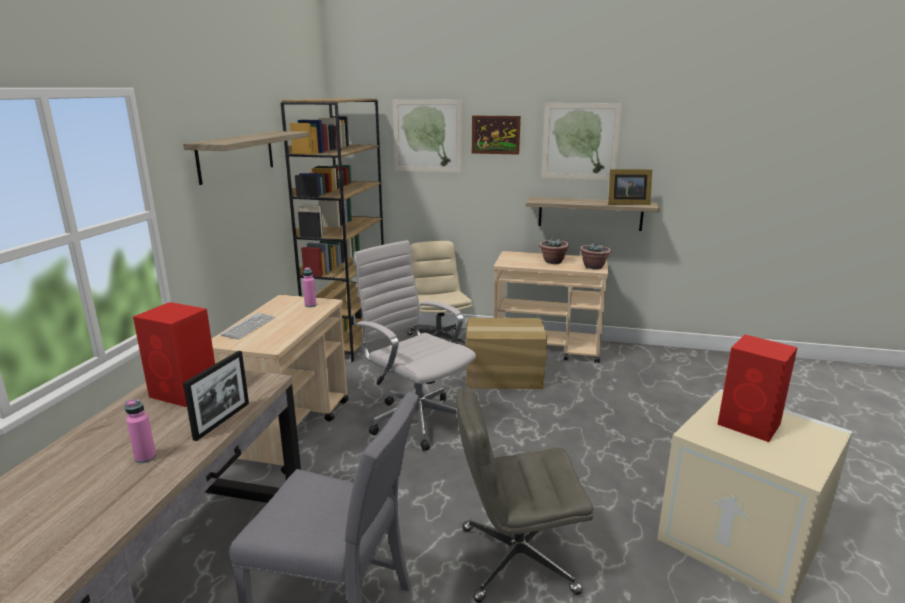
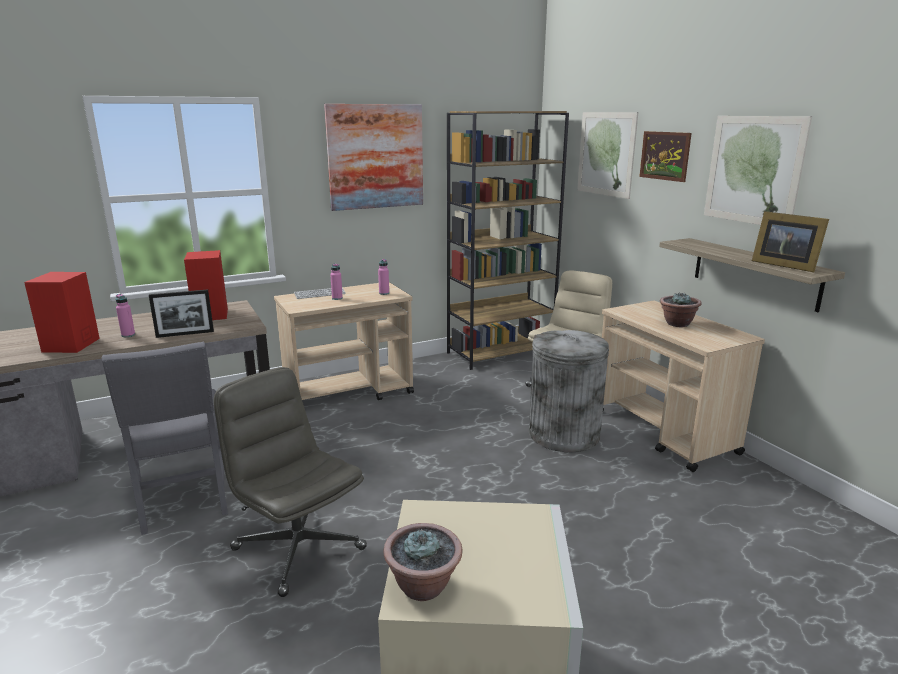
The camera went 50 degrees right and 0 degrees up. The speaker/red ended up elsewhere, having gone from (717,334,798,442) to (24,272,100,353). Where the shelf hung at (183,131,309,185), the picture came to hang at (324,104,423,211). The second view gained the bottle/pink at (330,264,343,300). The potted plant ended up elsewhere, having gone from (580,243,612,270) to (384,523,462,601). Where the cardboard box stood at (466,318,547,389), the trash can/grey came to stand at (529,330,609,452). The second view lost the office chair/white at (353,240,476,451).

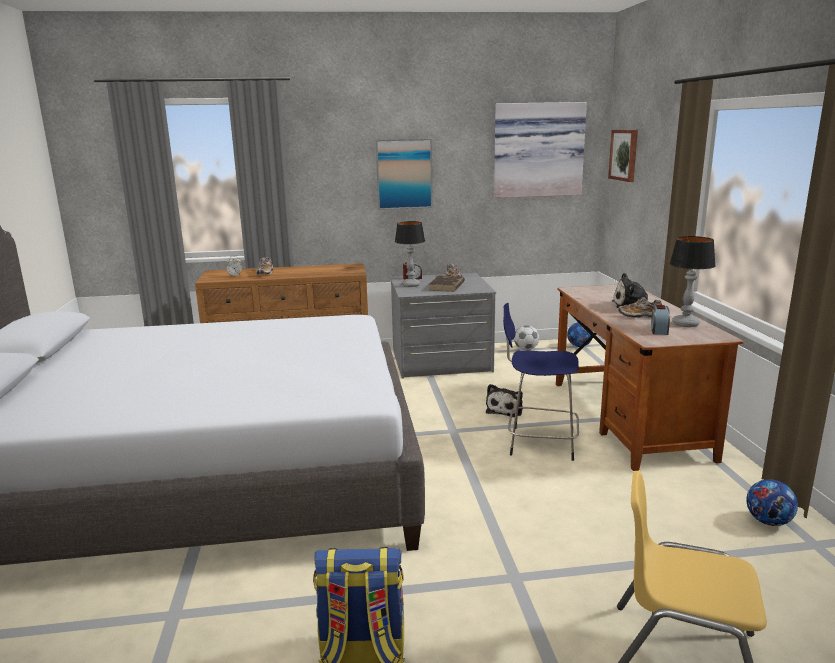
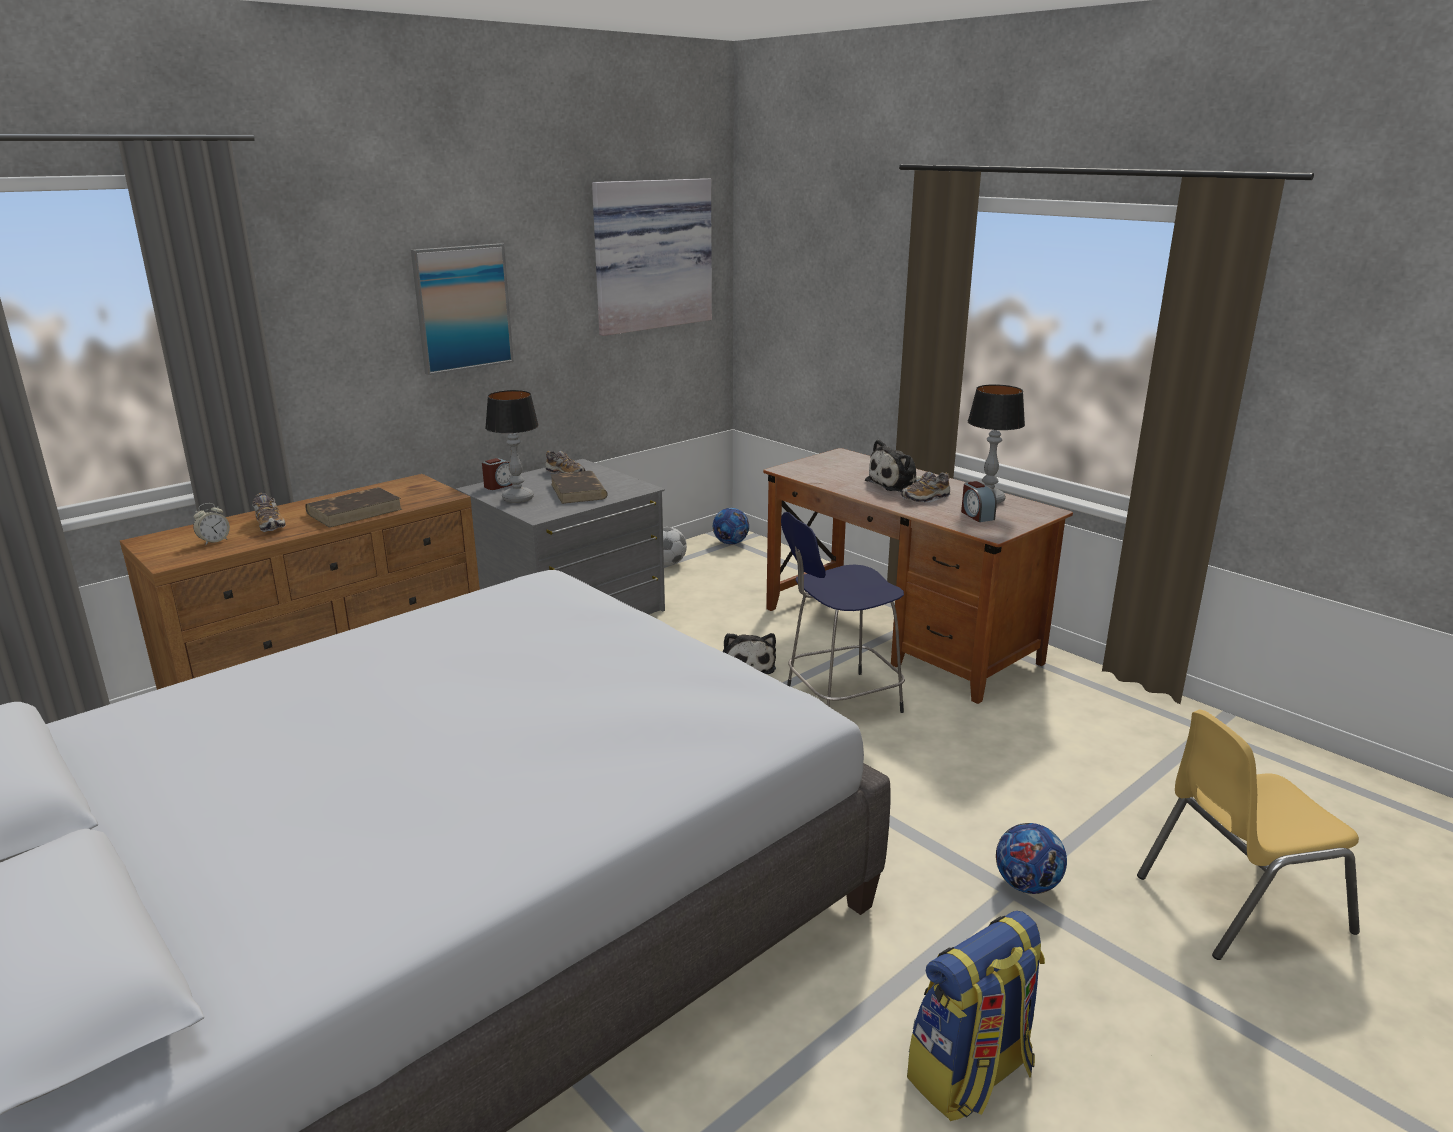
The camera went 35 degrees left and 5 degrees up. The second view gained the book/brown at (305,487,402,528). The football ended up elsewhere, having gone from (746,479,798,526) to (996,823,1067,894). The second view lost the picture at (608,130,638,182).

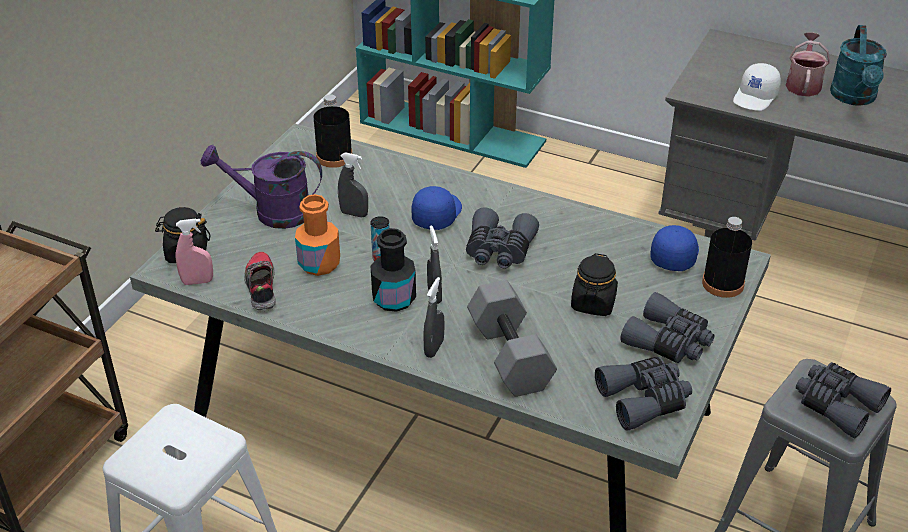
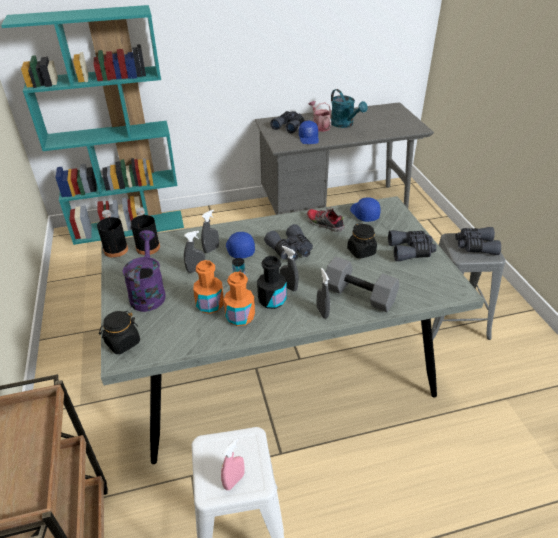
The camera went 40 degrees left and 0 degrees up. The bottle/black ended up elsewhere, having gone from (702,217,752,298) to (97,210,128,258). The watering can/purple at (201,145,322,229) ended up facing another way, 120 degrees clockwise from before. The second view gained the spray bottle/grey at (201,210,219,253). The spray bottle/pink ended up elsewhere, having gone from (176,218,213,285) to (221,438,245,490). The second view gained the bottle/orange at (224,272,255,326). The binoculars/grey ended up elsewhere, having gone from (595,357,692,431) to (270,111,304,134). What was the cap/white at (733,63,781,111) turned into the cap/blue at (299,121,319,144). The shoe ended up elsewhere, having gone from (244,252,276,310) to (307,208,345,232).

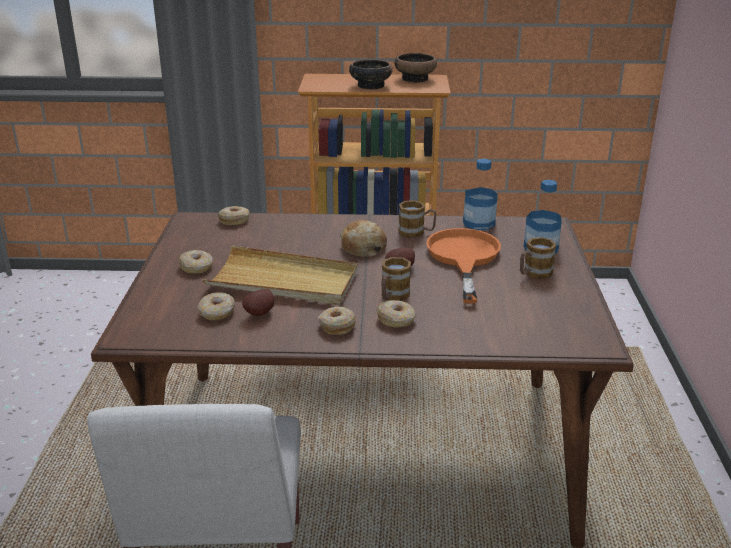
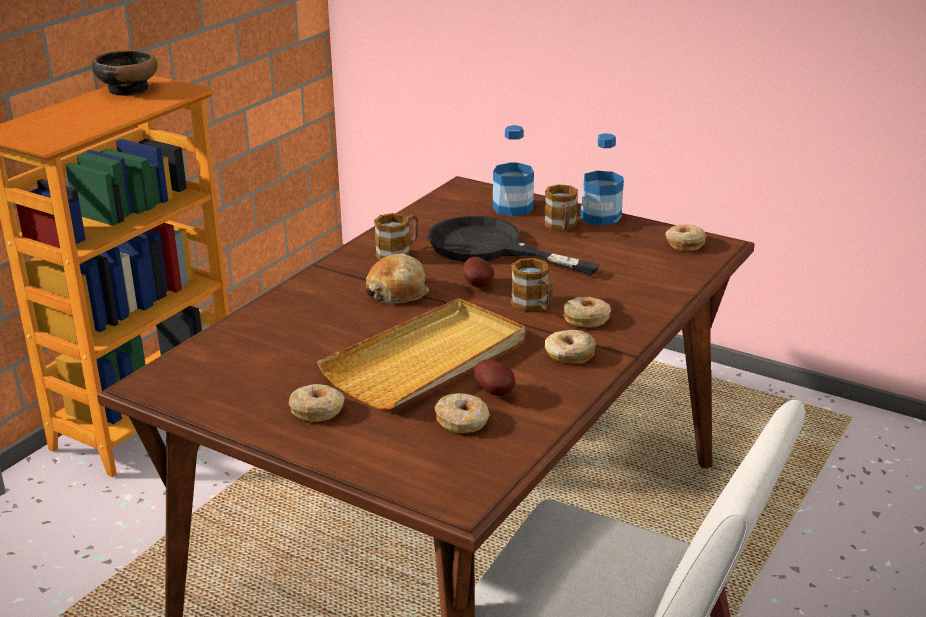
The camera went 60 degrees left and 0 degrees up. What was the frying pan/orange at (426,228,501,303) turned into the frying pan/black at (427,216,600,275). The bottle ended up elsewhere, having gone from (463,159,498,230) to (580,133,624,226). The donut ended up elsewhere, having gone from (218,206,250,225) to (665,224,707,251). The second view lost the bowl at (349,60,393,90).

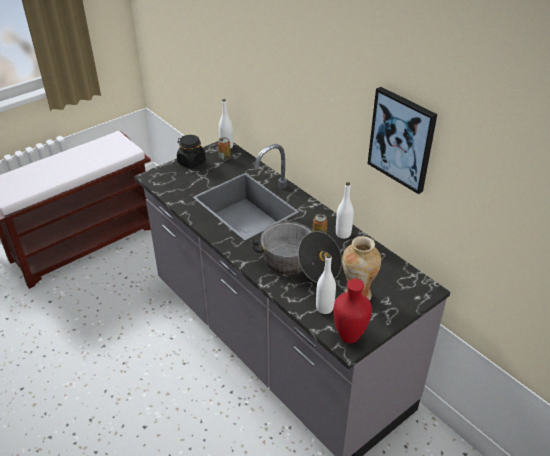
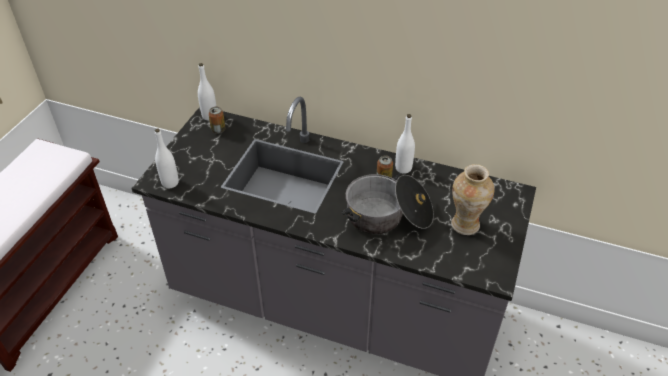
The camera went 30 degrees left and 5 degrees up. The bottle/white ended up elsewhere, having gone from (316,254,336,314) to (155,128,179,188). The second view lost the jar/black at (177,135,206,169). The second view lost the vase/red at (333,279,372,343). The second view lost the picture at (368,87,437,194).

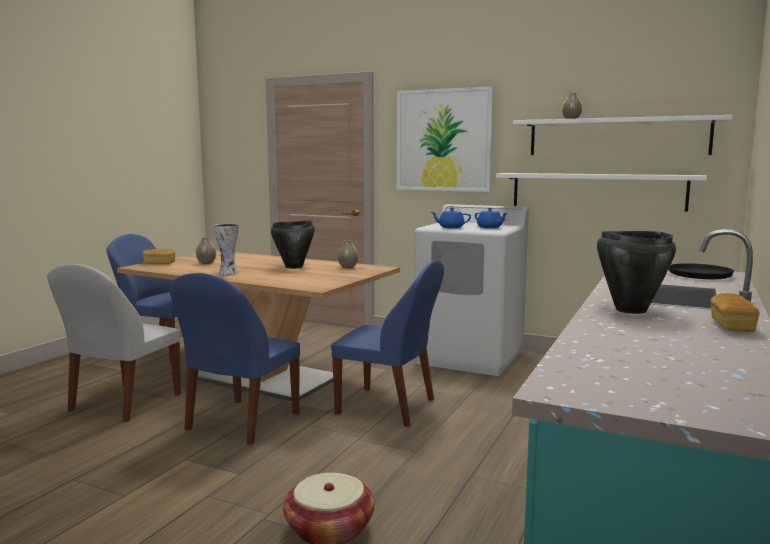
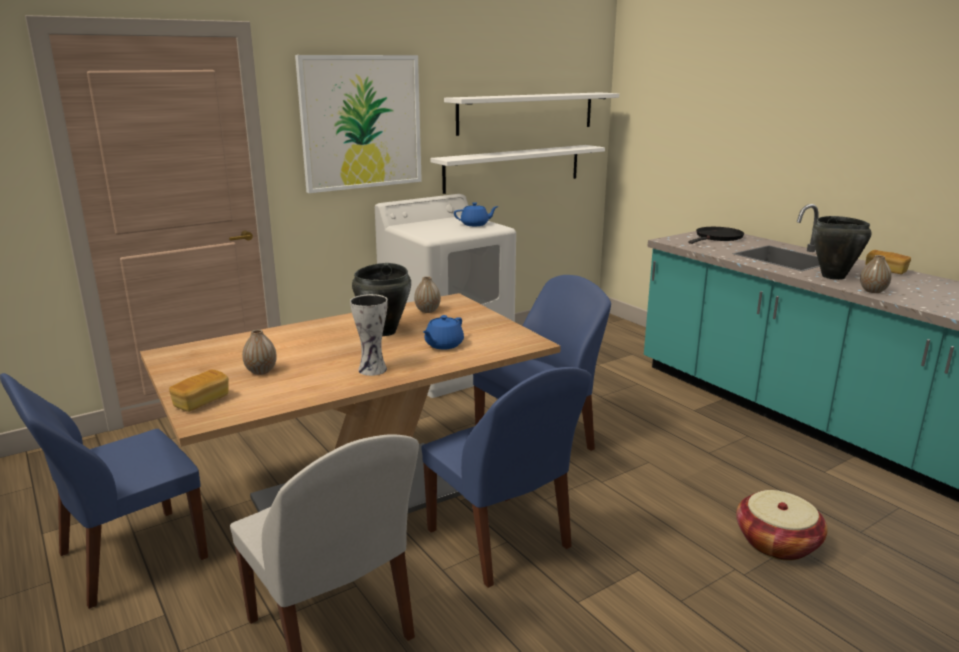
The camera went 60 degrees left and 10 degrees up. The teapot/blue ended up elsewhere, having gone from (431,208,471,228) to (423,315,464,350). The vase ended up elsewhere, having gone from (562,93,582,119) to (860,255,892,293).

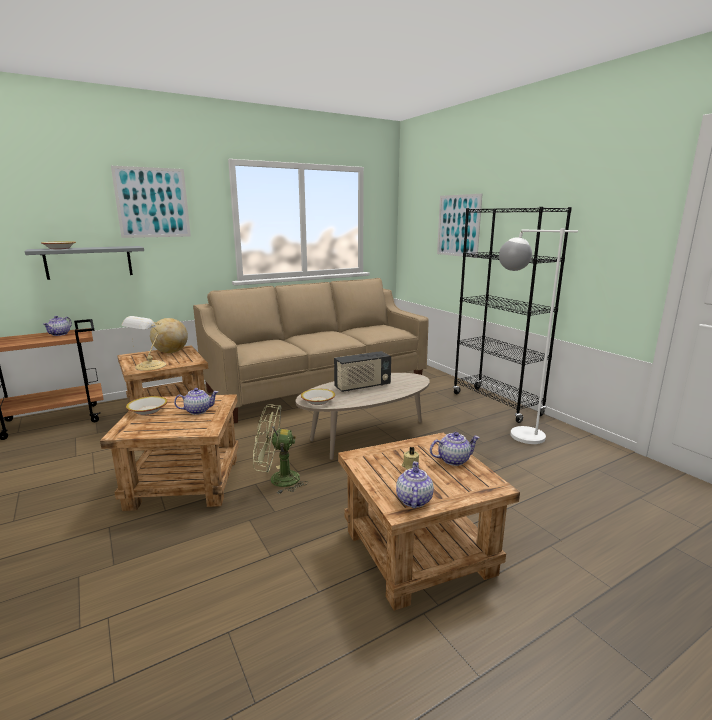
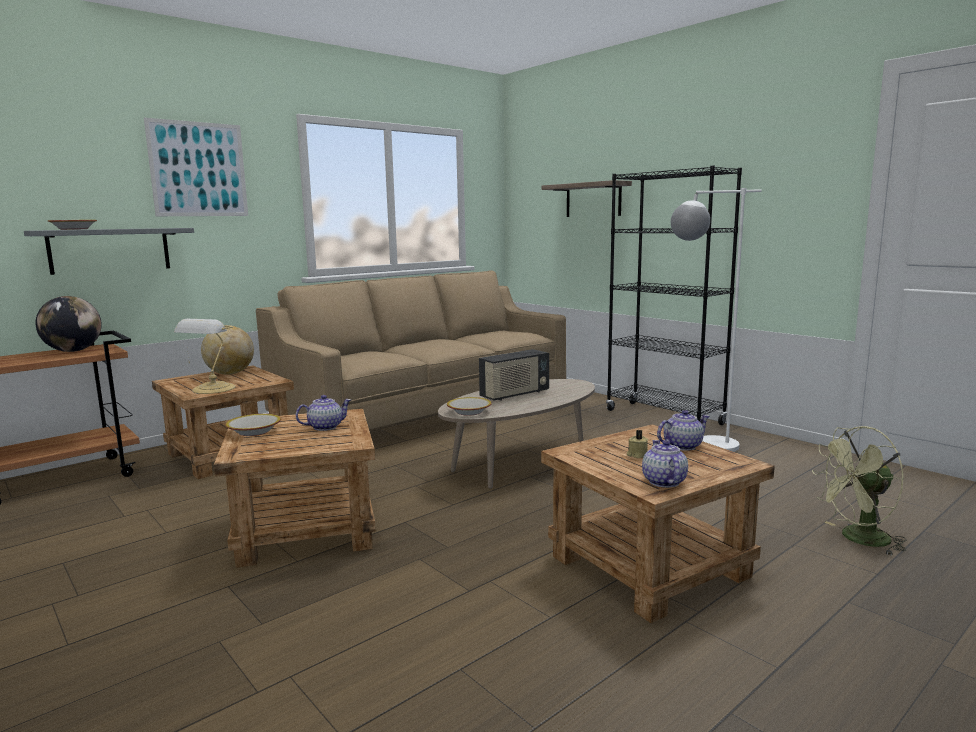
The camera went 10 degrees left and 5 degrees down. Where the teapot stood at (43,316,72,336), the globe came to stand at (35,296,102,352). Where the picture hung at (437,194,482,258), the shelf came to hang at (541,180,632,217). The fan/green ended up elsewhere, having gone from (253,404,308,494) to (812,426,906,555).

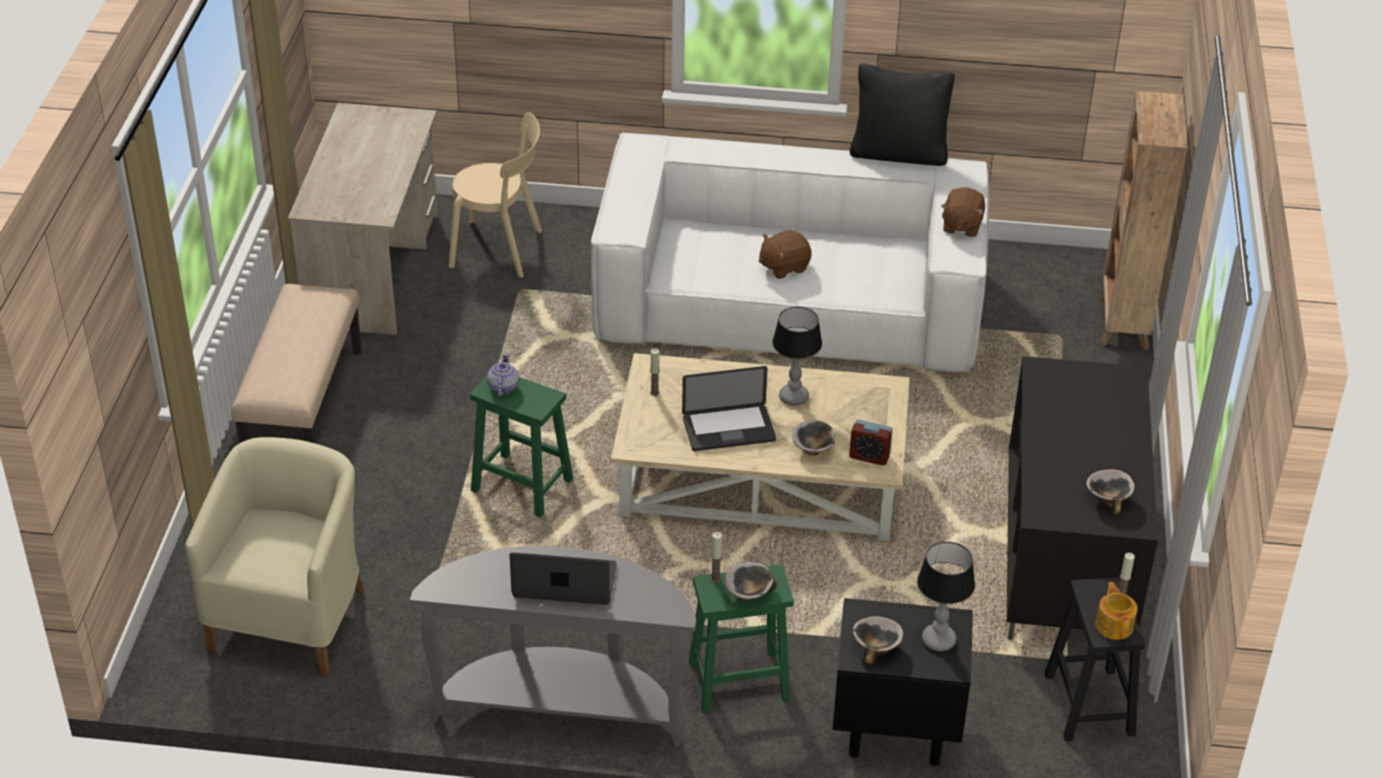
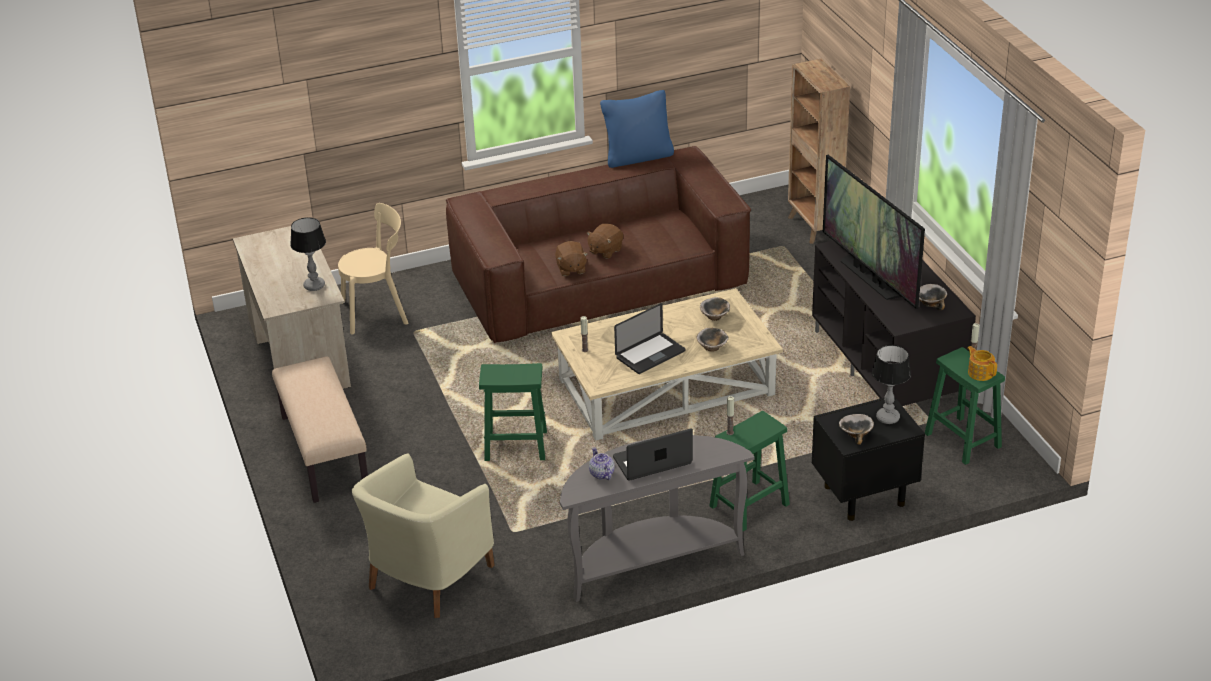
The camera went 25 degrees left and 5 degrees down. The table lamp ended up elsewhere, having gone from (772,307,822,406) to (290,217,326,291). The armchair/beige at (185,437,364,675) ended up facing another way, 135 degrees counterclockwise from before. What was the sofa/white at (591,133,989,372) turned into the sofa/brown at (446,146,751,343). The plush toy/brown ended up elsewhere, having gone from (941,187,985,237) to (555,241,588,276). The teapot ended up elsewhere, having gone from (487,353,519,396) to (589,447,615,480). What was the pillow/black at (850,63,955,166) turned into the pillow/blue at (600,90,674,168). The bowl ended up elsewhere, having gone from (725,562,777,601) to (700,297,730,321). The second view gained the television at (823,155,925,309). What was the stool/black at (1044,577,1145,741) turned into the stool/green at (925,347,1005,465). The second view lost the alarm clock at (849,420,893,466).

